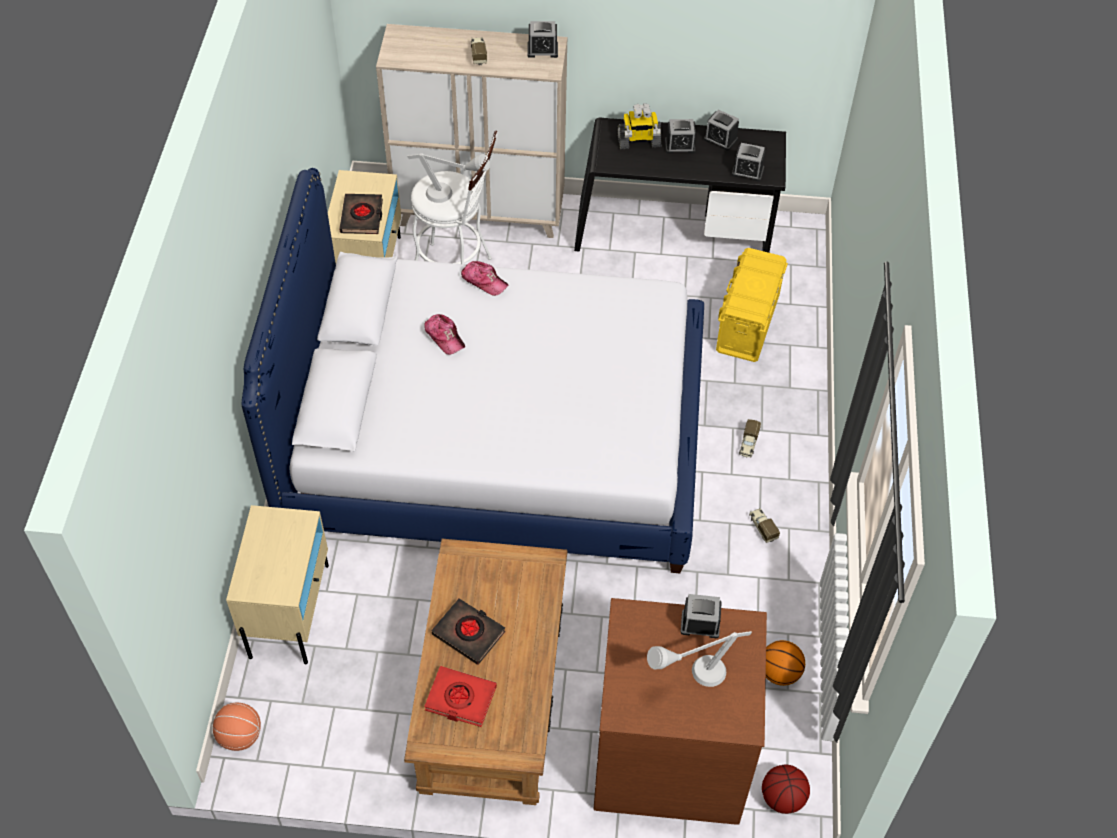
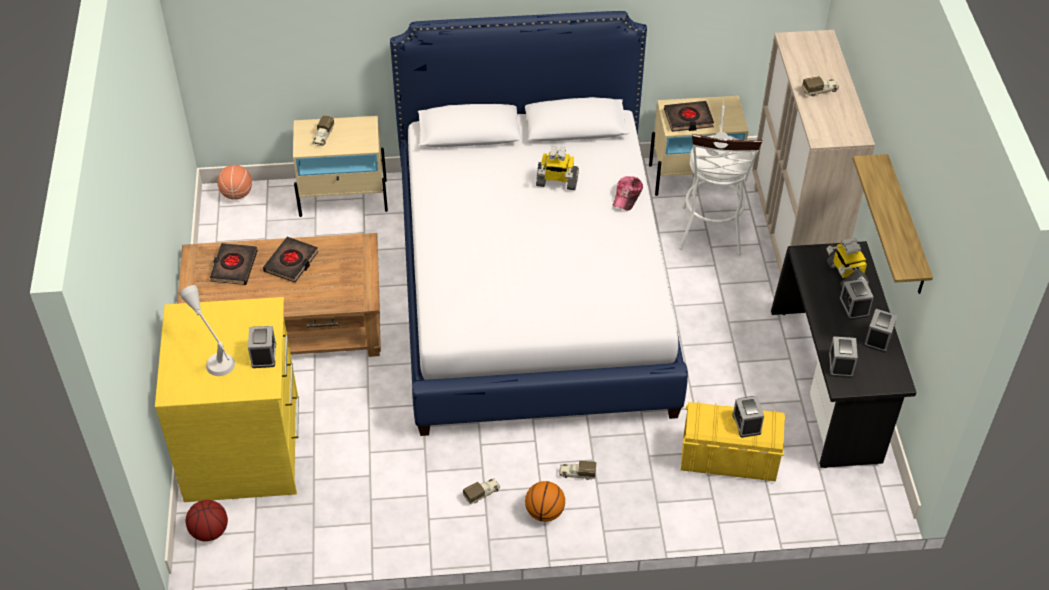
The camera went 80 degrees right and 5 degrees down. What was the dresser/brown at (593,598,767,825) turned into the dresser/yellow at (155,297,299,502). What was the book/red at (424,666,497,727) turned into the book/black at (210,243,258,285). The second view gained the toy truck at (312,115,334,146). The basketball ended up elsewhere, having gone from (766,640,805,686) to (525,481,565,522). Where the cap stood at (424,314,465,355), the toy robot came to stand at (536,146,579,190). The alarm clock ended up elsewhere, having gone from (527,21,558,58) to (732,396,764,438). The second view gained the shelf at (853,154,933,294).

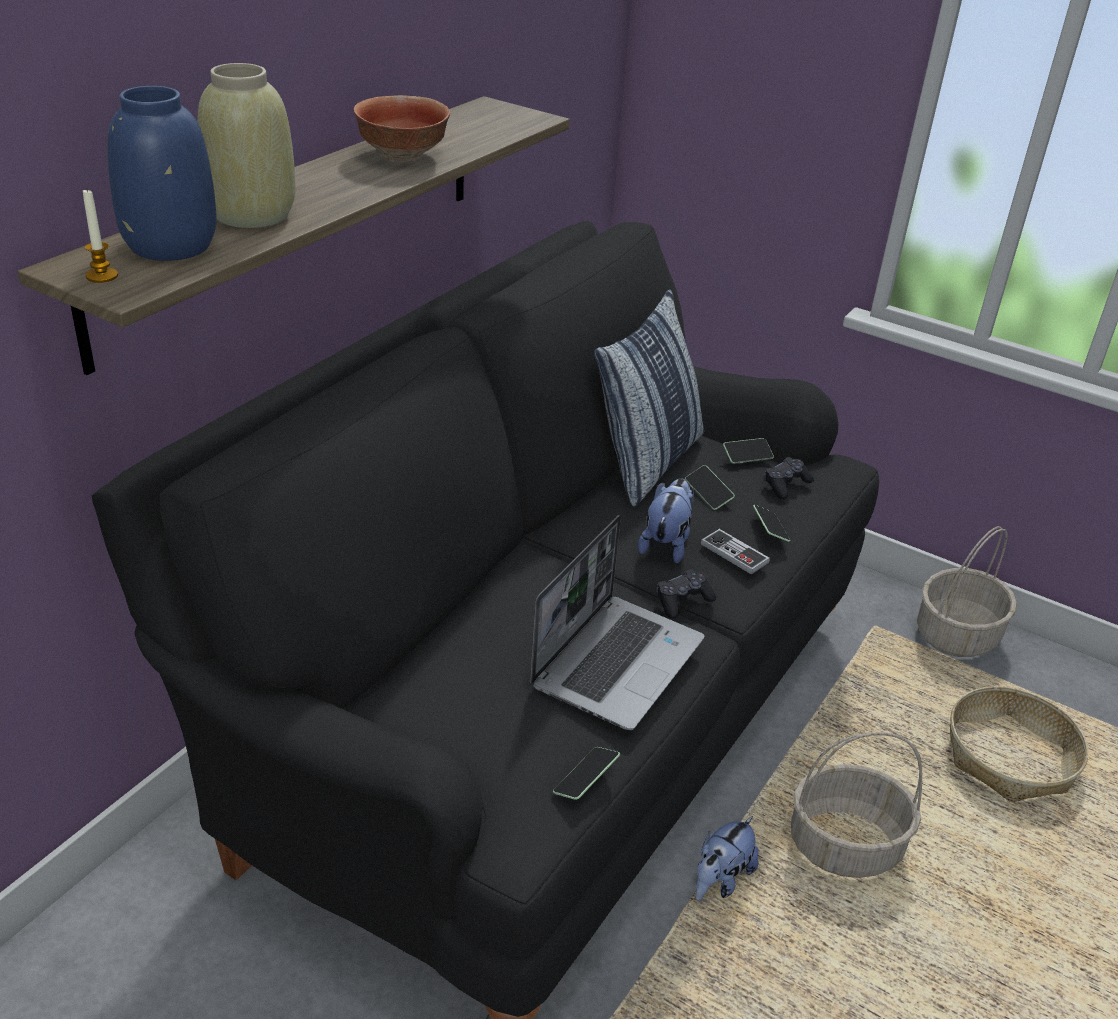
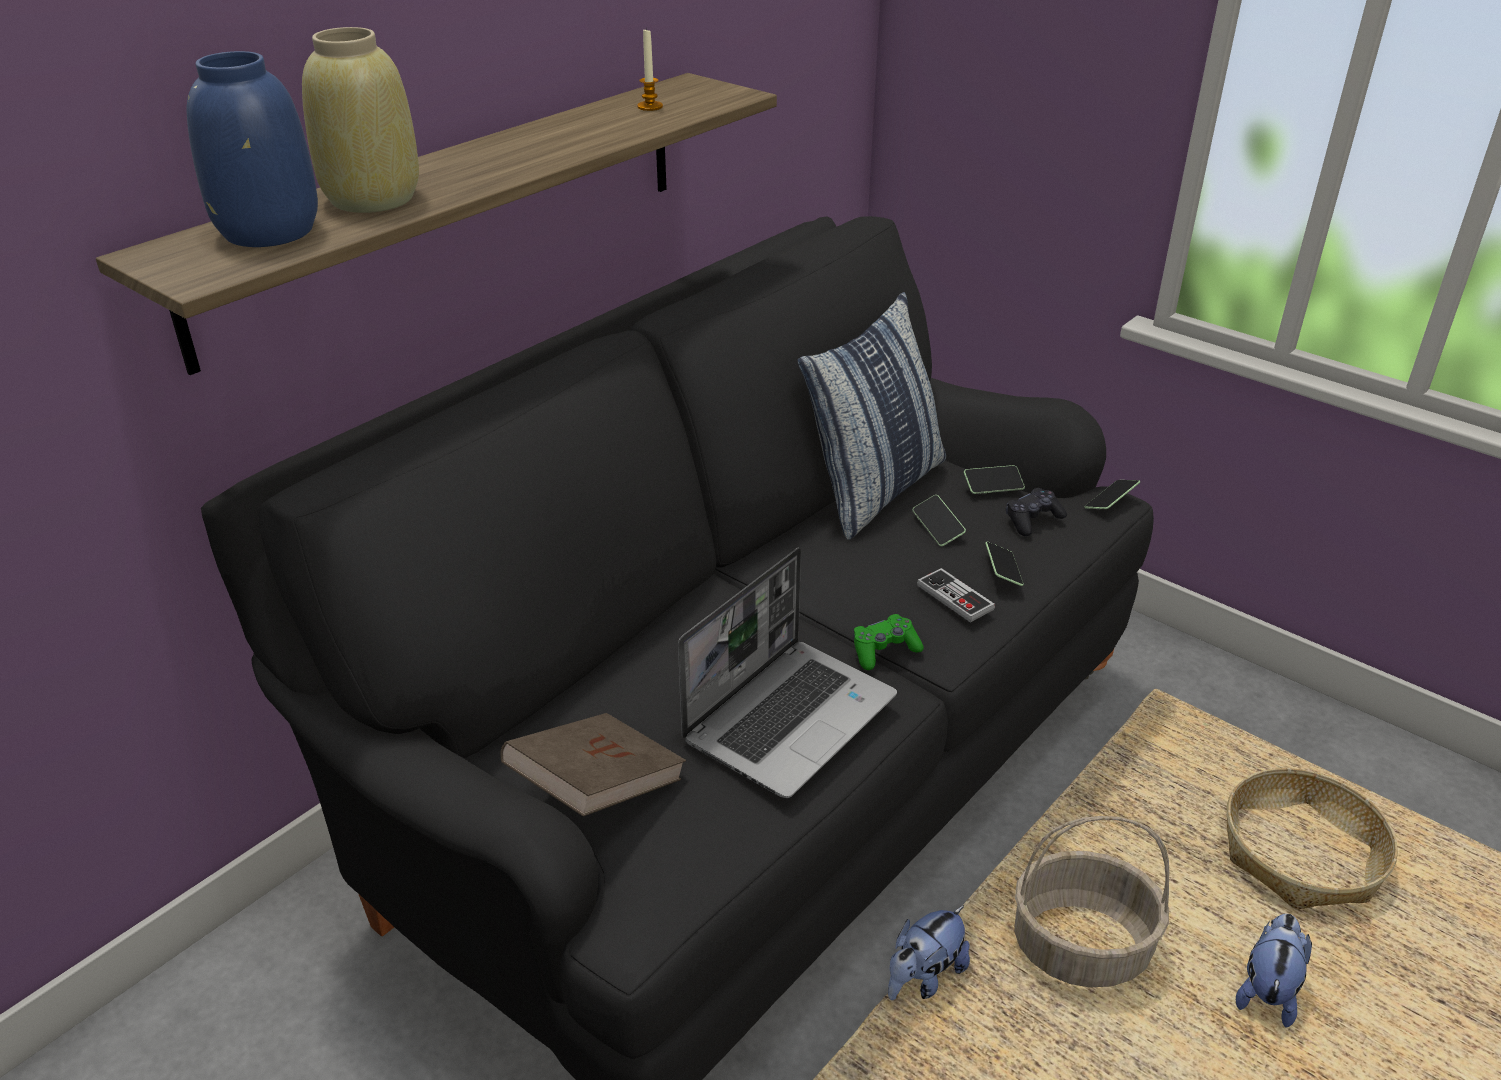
The camera went 10 degrees right and 0 degrees up. The second view gained the book/brown at (500,713,686,816). The candle ended up elsewhere, having gone from (83,190,118,283) to (637,27,663,111). What was the game controller/black at (657,570,716,619) turned into the game controller/green at (853,614,924,670). The phone ended up elsewhere, having gone from (553,747,620,800) to (1084,480,1140,509). The plush toy ended up elsewhere, having gone from (638,478,694,563) to (1236,914,1312,1028). The second view lost the bowl at (354,95,450,161). The second view lost the basket at (917,526,1017,657).

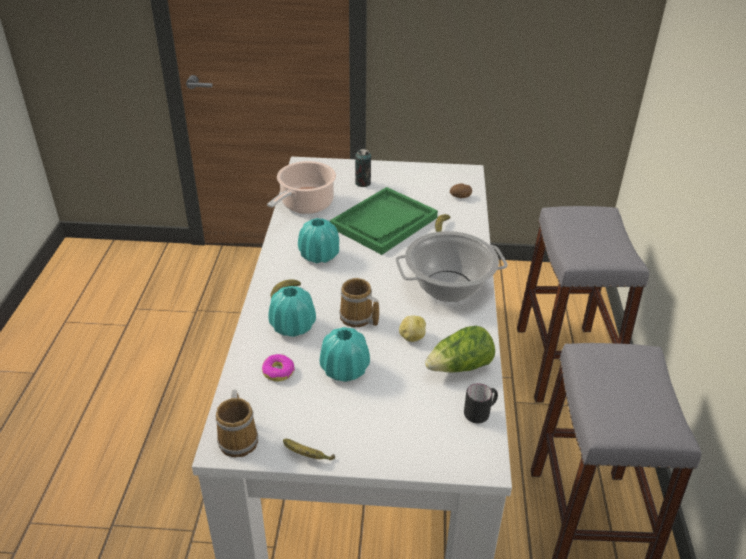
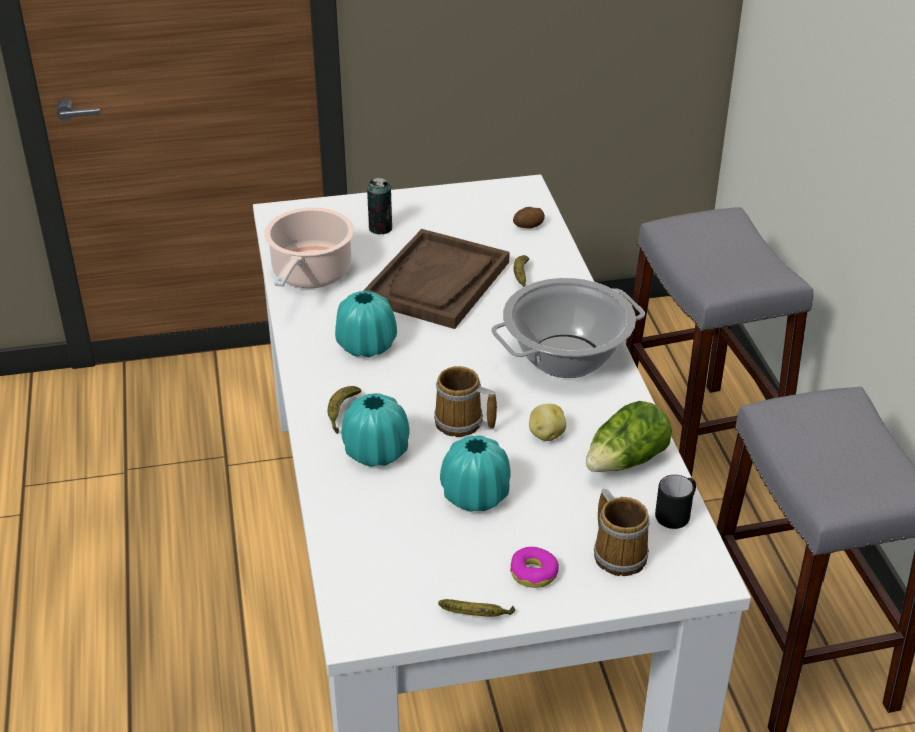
The camera went 15 degrees left and 0 degrees up. What was the tray/green at (330,187,438,255) turned into the tray/brown at (362,229,510,329). The donut ended up elsewhere, having gone from (262,354,295,381) to (510,547,559,588). The mug ended up elsewhere, having gone from (215,389,258,457) to (594,489,650,576).

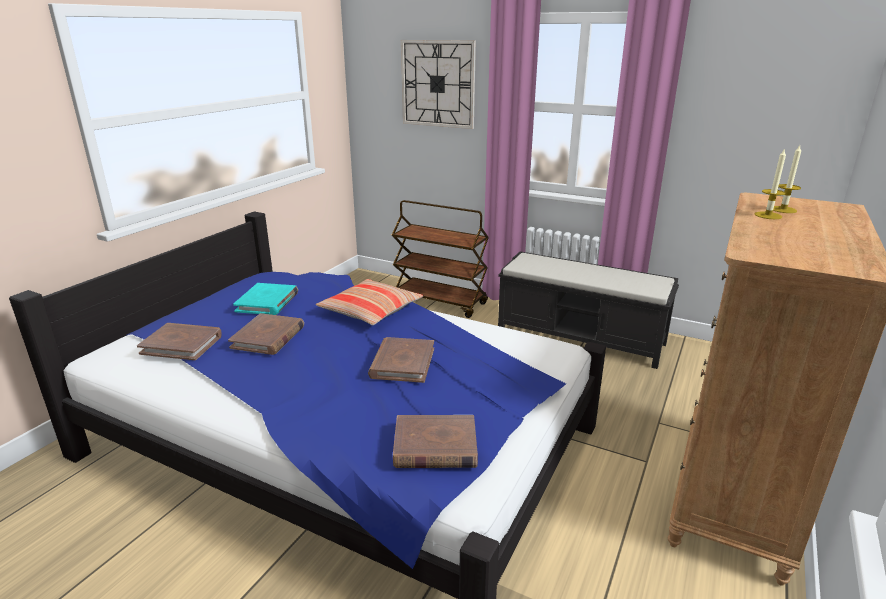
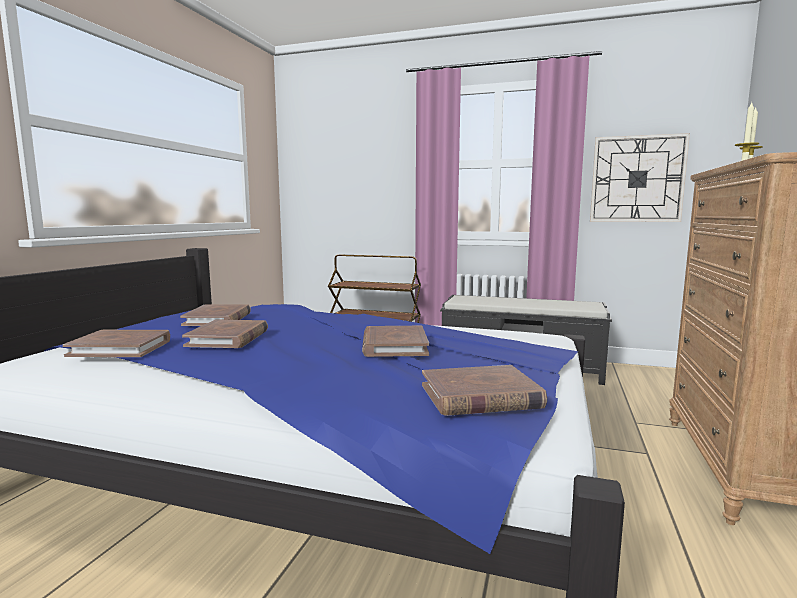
The camera went 10 degrees left and 15 degrees down. What was the book/turquoise at (233,283,298,315) turned into the book/brown at (180,305,251,326). The wall clock ended up elsewhere, having gone from (401,40,476,129) to (590,133,690,222). The second view lost the pillow at (316,279,423,325).

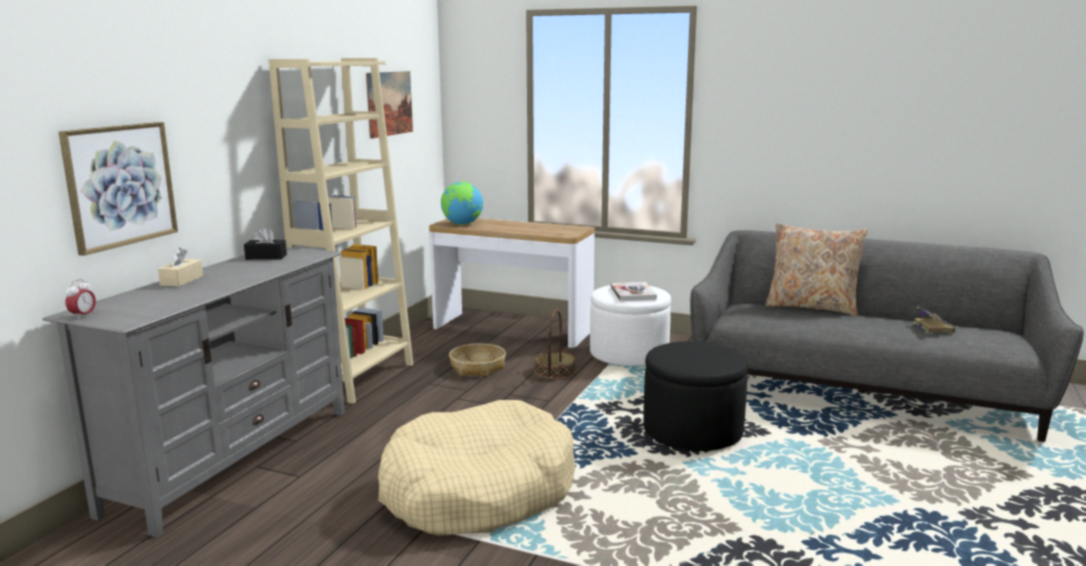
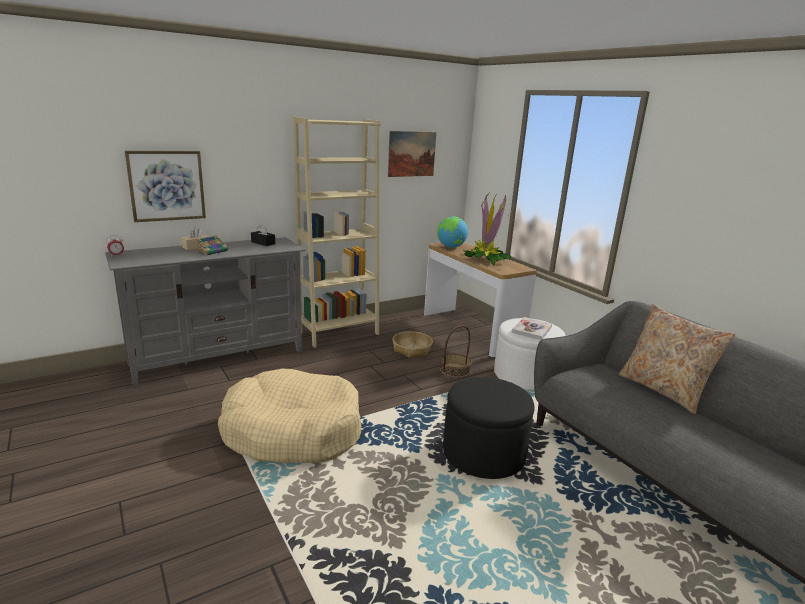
The camera went 35 degrees right and 5 degrees up. The book ended up elsewhere, having gone from (912,306,955,334) to (196,236,230,255). The second view gained the potted plant at (462,195,514,265).

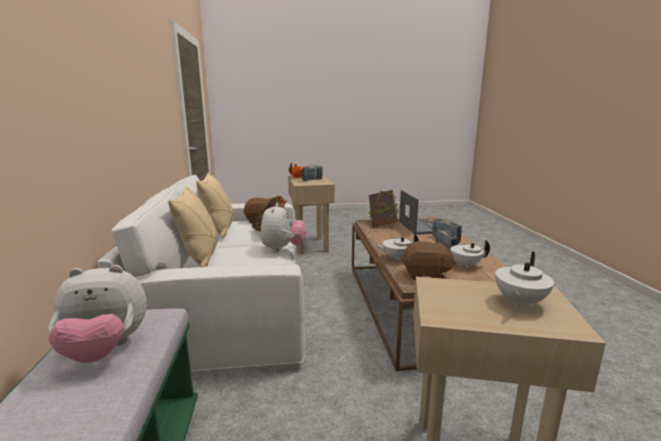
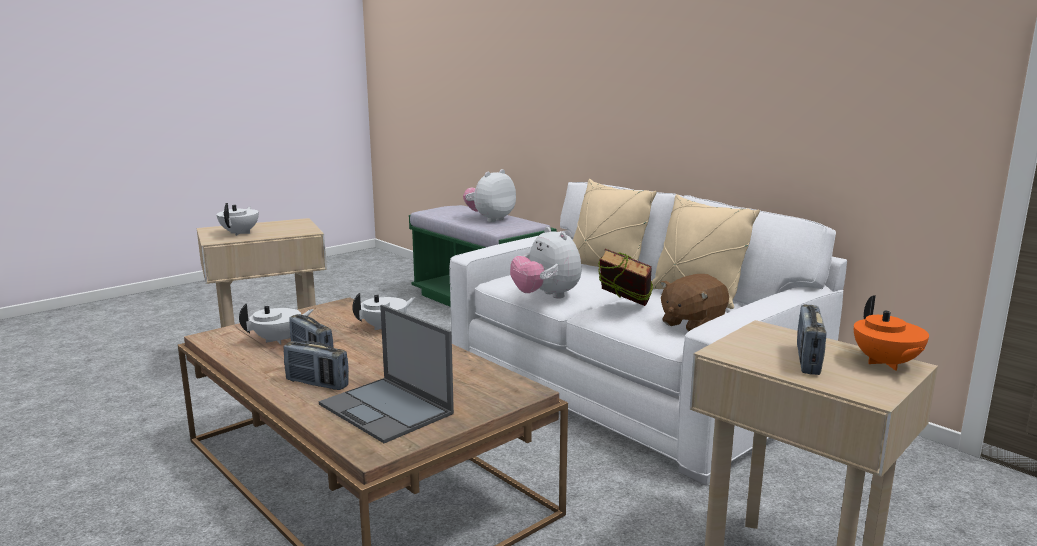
The camera went 145 degrees right and 0 degrees up. The second view lost the book at (369,190,399,226). The second view lost the plush toy/brown at (402,241,456,281).

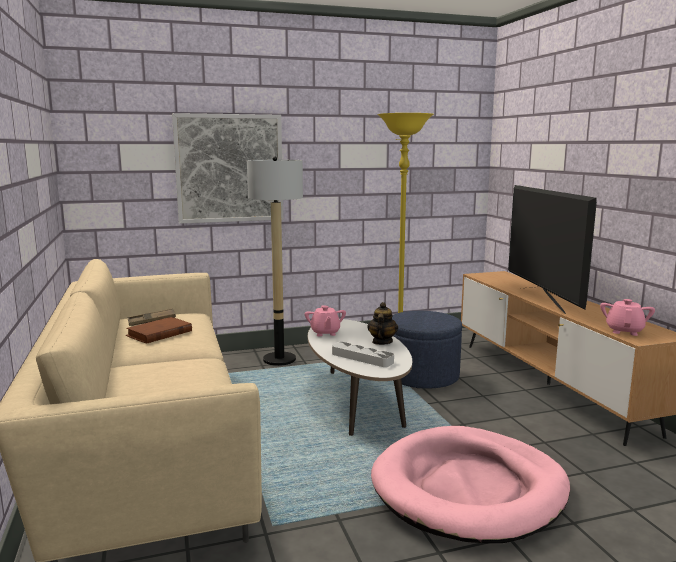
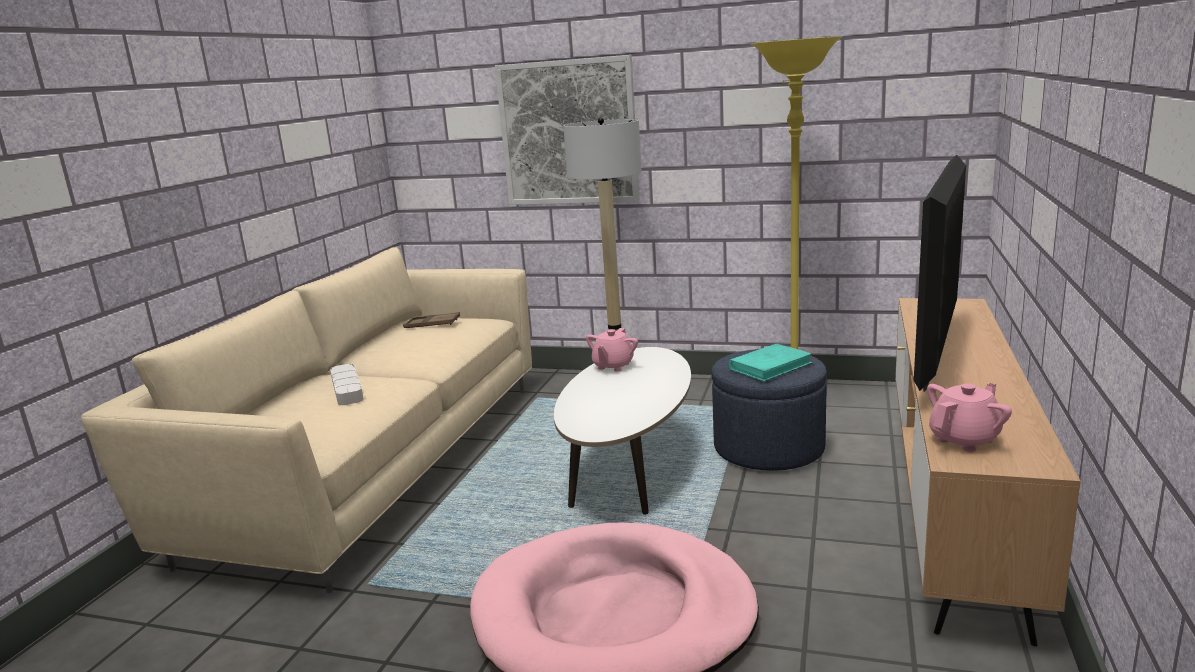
The camera went 35 degrees right and 5 degrees up. The tray/grey ended up elsewhere, having gone from (332,342,394,367) to (330,364,364,405). The second view gained the book/turquoise at (729,344,813,382). The second view lost the book/brown at (126,317,192,344). The second view lost the teapot at (367,302,398,345).

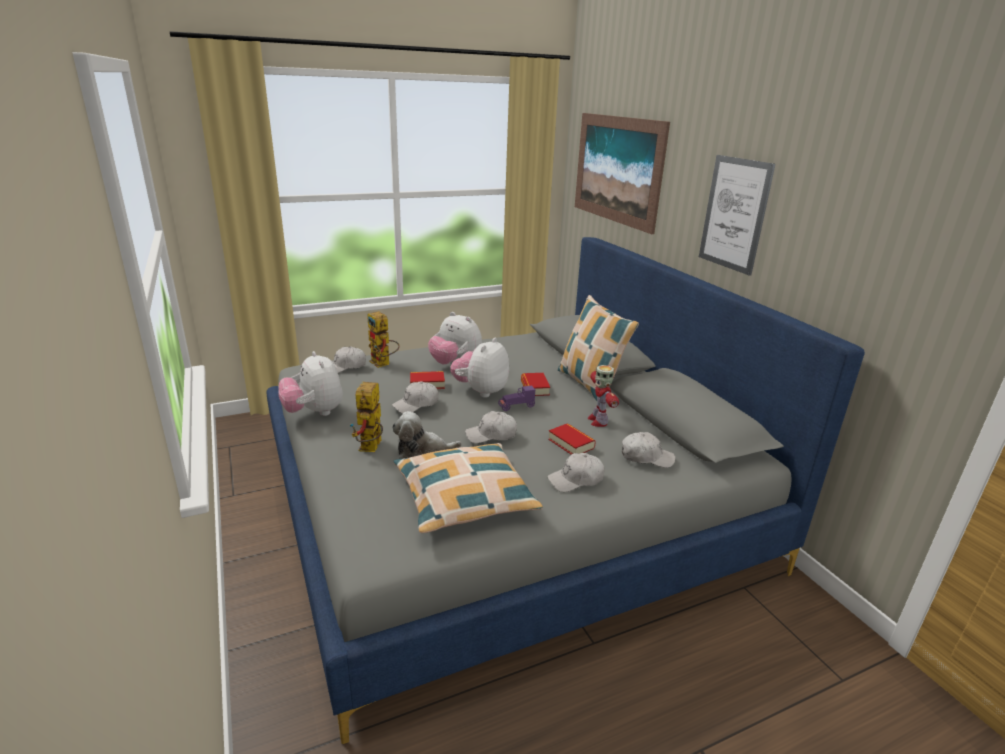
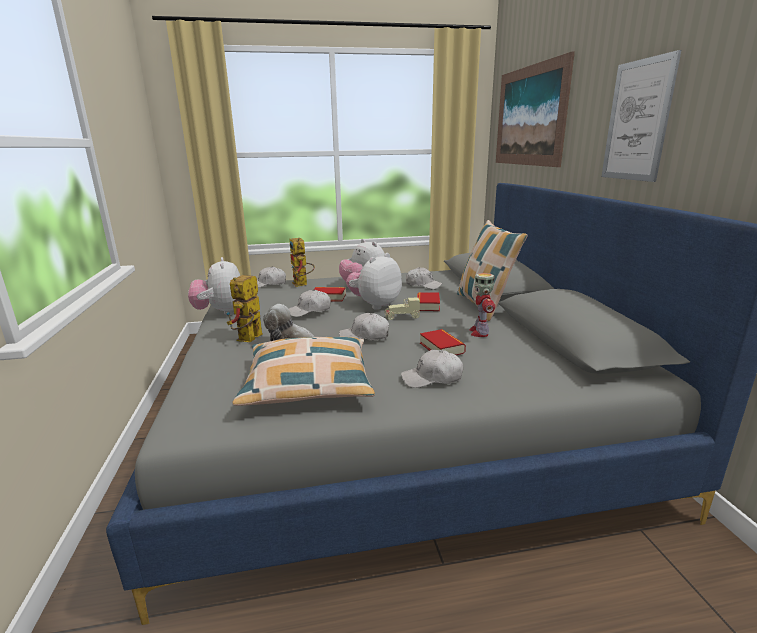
The camera went 15 degrees right and 5 degrees down. What was the toy car/purple at (498,385,535,411) turned into the toy car/beige at (384,297,420,320). The cap/white ended up elsewhere, having gone from (622,432,676,468) to (406,267,442,290).

